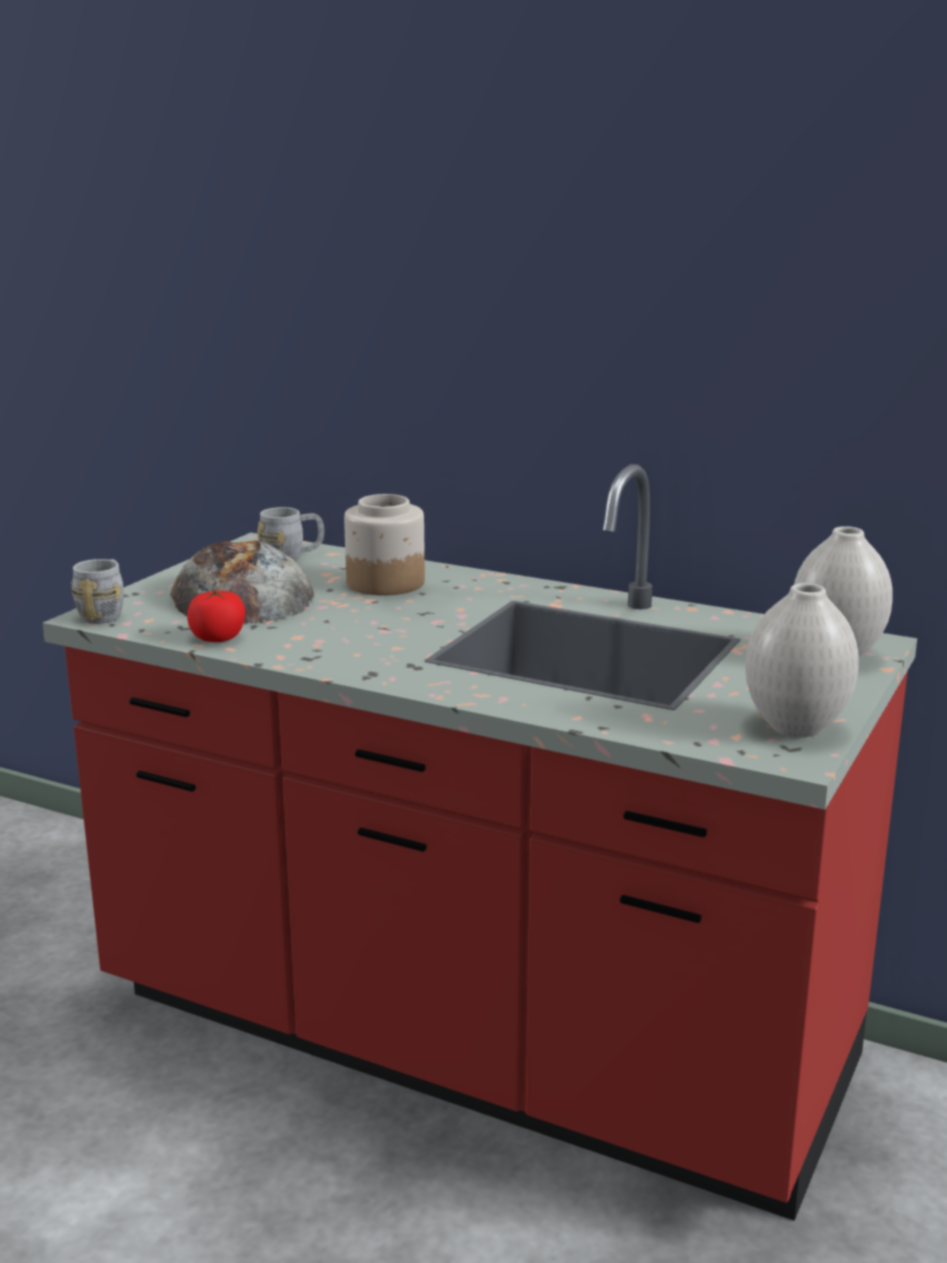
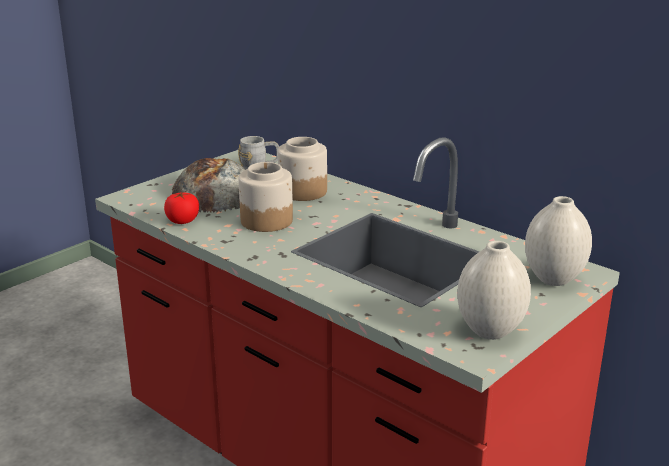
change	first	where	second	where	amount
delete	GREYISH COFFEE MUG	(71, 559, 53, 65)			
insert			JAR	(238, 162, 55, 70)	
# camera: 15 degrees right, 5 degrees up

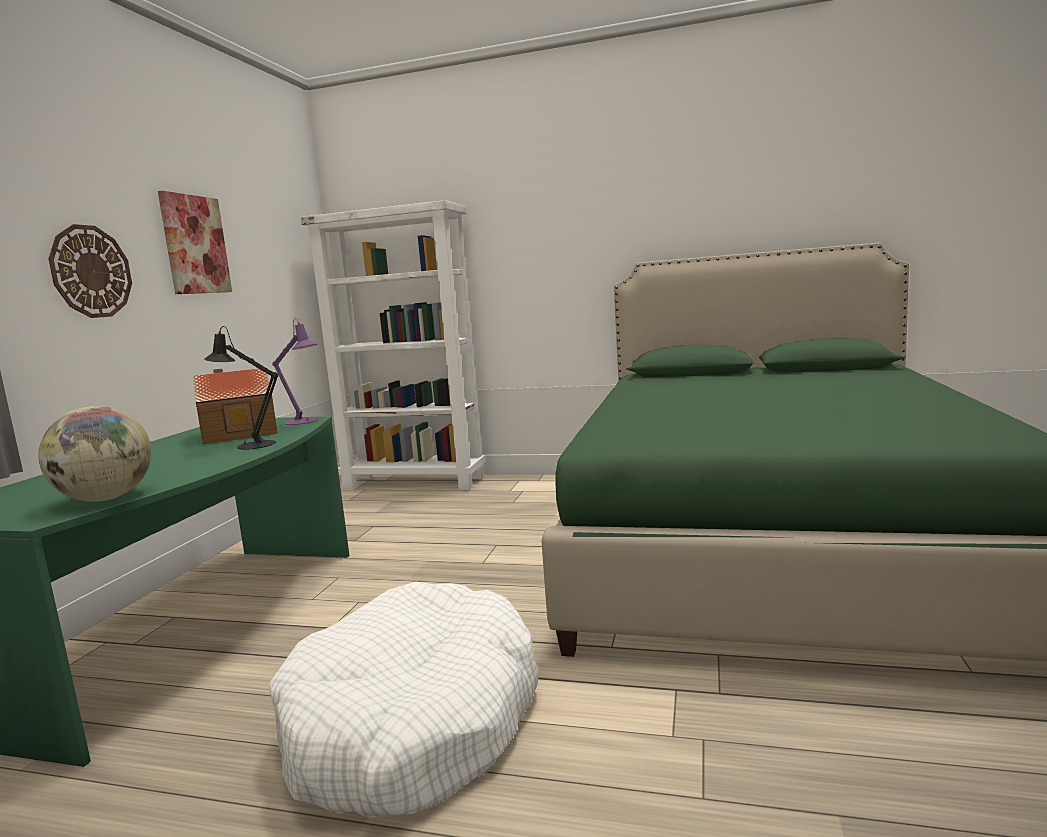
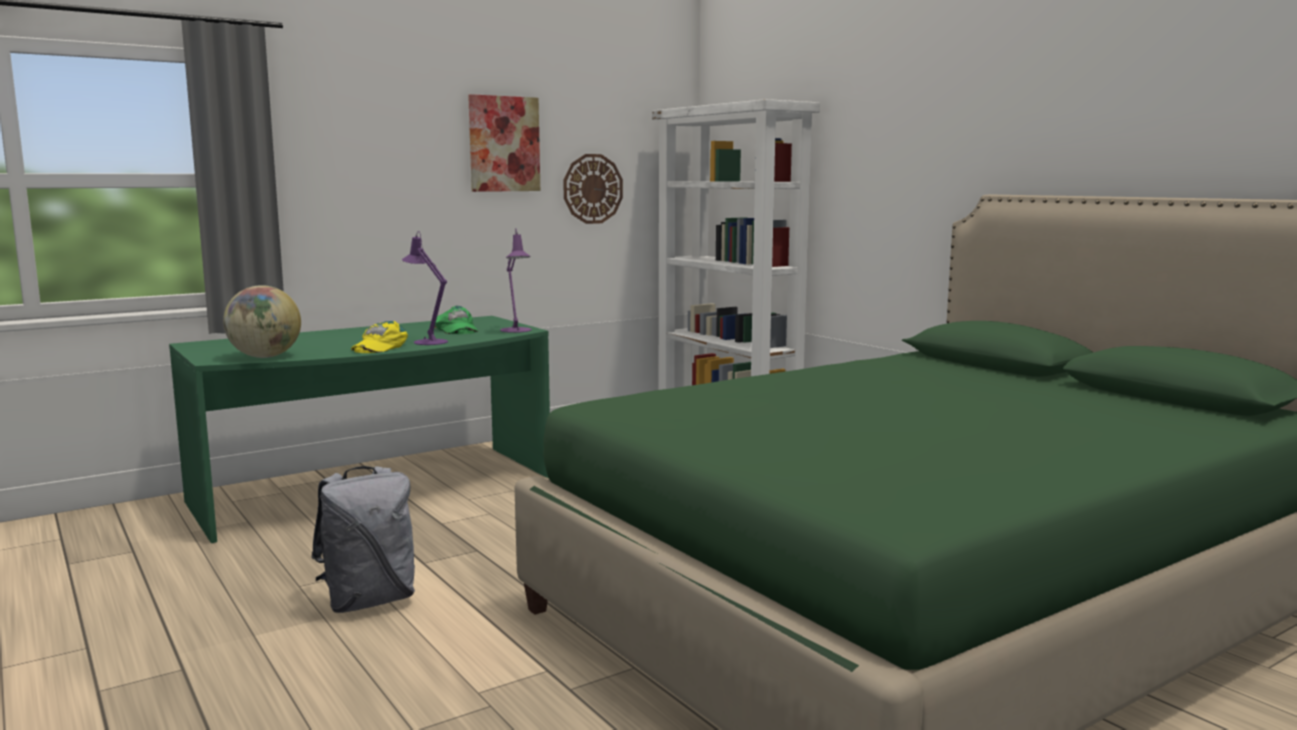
change	first	where	second	where	amount
move	WALL CLOCK	(48, 224, 84, 94)		(563, 154, 60, 70)	
replace	MODEL HOUSE	(193, 368, 85, 77)	GREEN PEAKED CAP	(434, 306, 44, 28)	
recolor	BLACK-COLOURED LAMP FOR A TABLE	(204, 326, 74, 124)	PURPLE LAMP FOR A TABLE	(402, 231, 46, 114)	
replace	WHITE-COLOURED DOG BED	(269, 582, 269, 236)	GREYISH RUCKSACK	(311, 466, 104, 147)	
insert			YELLOWISH PEAKED CAP	(351, 321, 57, 32)	
# camera: 40 degrees right, 0 degrees up

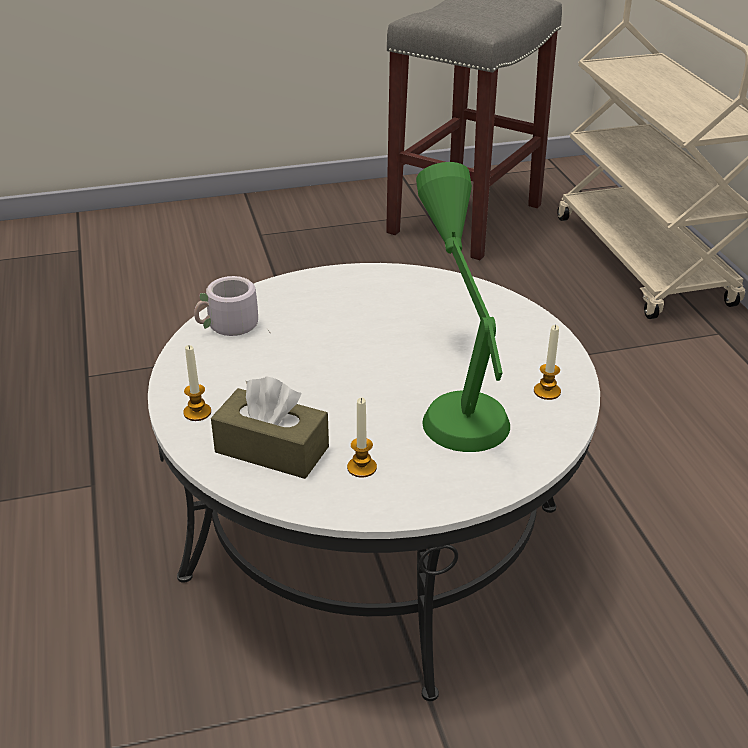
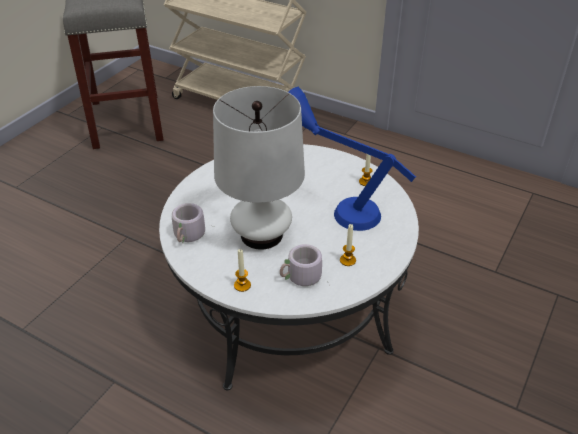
change	first	where	second	where	amount
replace	BROWN-COLOURED BOX OF TISSUES	(211, 377, 118, 102)	GREYISH COFFEE MUG	(280, 244, 48, 42)	
recolor	GREEN LAMP FOR A TABLE	(416, 162, 94, 290)	BLUE LAMP FOR A TABLE	(288, 87, 128, 144)	
insert			WHITE-COLOURED LAMP FOR A TABLE	(213, 86, 92, 164)	
# camera: 45 degrees left, 5 degrees up

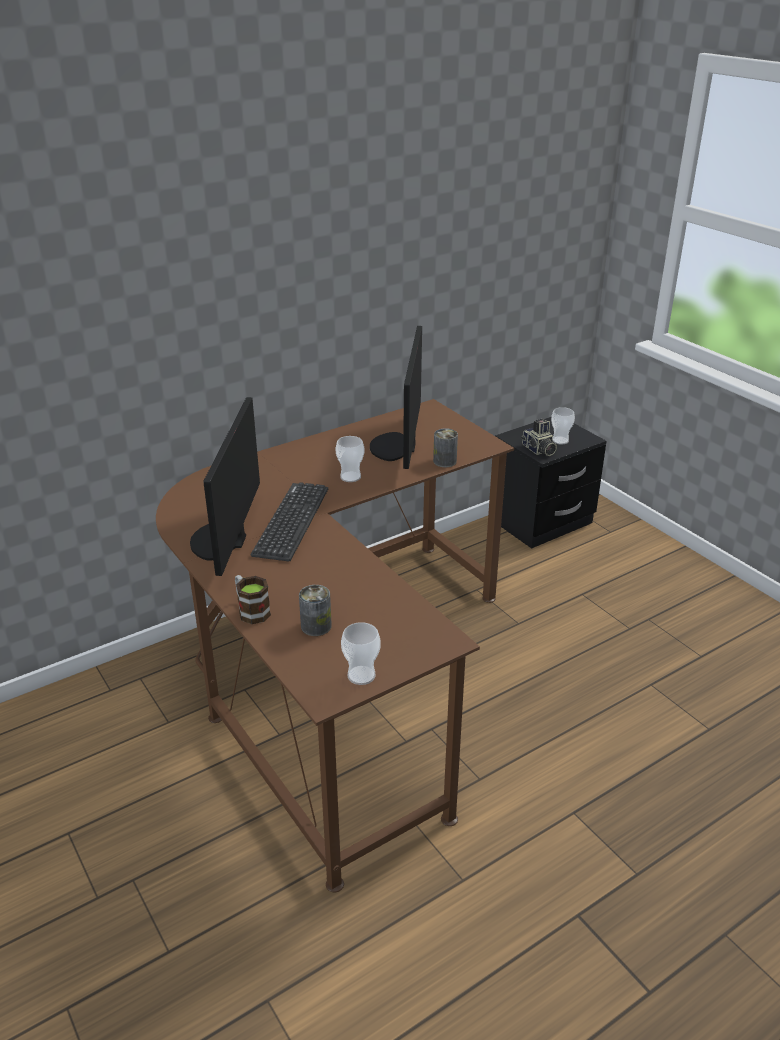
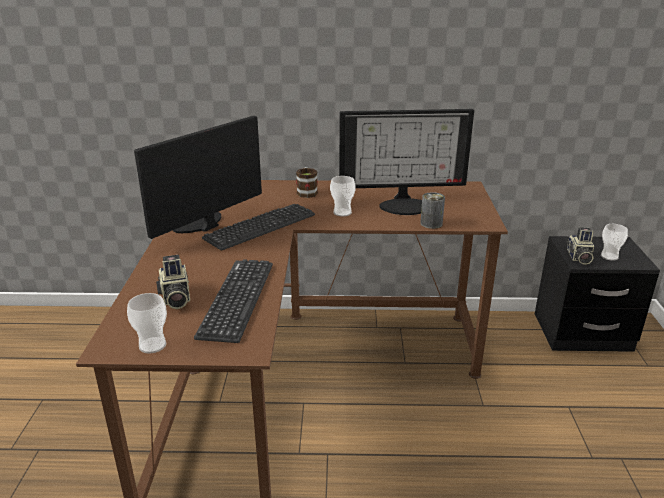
change	first	where	second	where	amount
move	COFFEE MUG	(235, 575, 36, 49)		(296, 167, 22, 31)	
replace	SEALED CAN	(299, 585, 33, 51)	STILL CAMERA	(156, 255, 34, 54)	
rotate	COMPUTER DISPLAY	(370, 326, 52, 143)		(339, 109, 135, 106)	135 degrees counterclockwise
insert			KEYBOARD	(194, 259, 79, 84)	
# camera: 35 degrees right, 5 degrees down

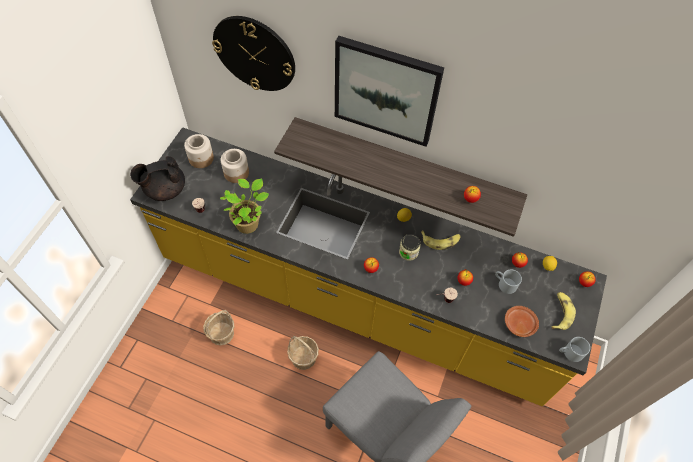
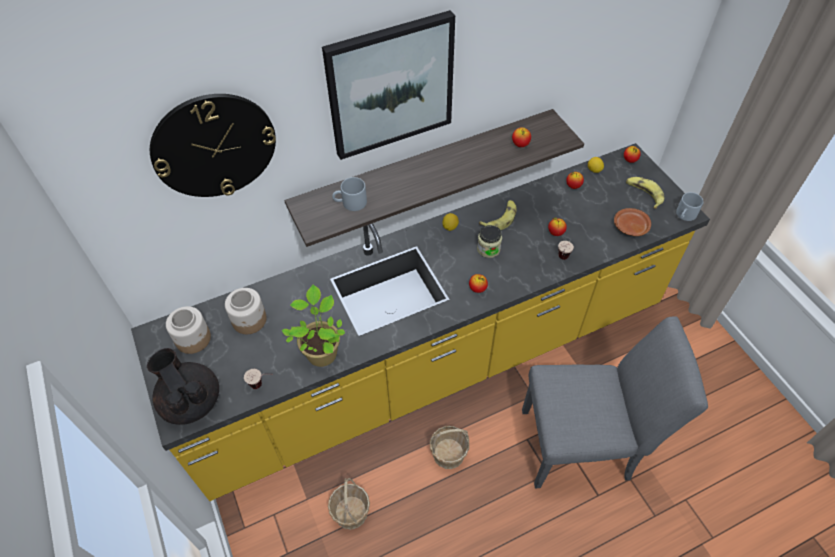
change	first	where	second	where	amount
rotate	BLACK-COLOURED TEAPOT	(130, 156, 55, 45)		(147, 348, 72, 77)	120 degrees clockwise
move	GREYISH COFFEE MUG	(495, 269, 27, 25)		(332, 177, 35, 34)	
# camera: 45 degrees left, 5 degrees down

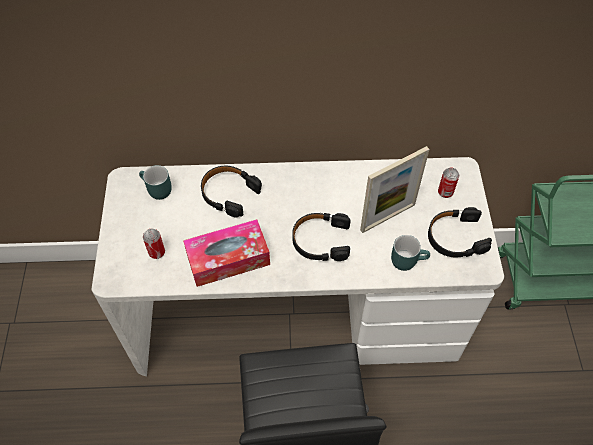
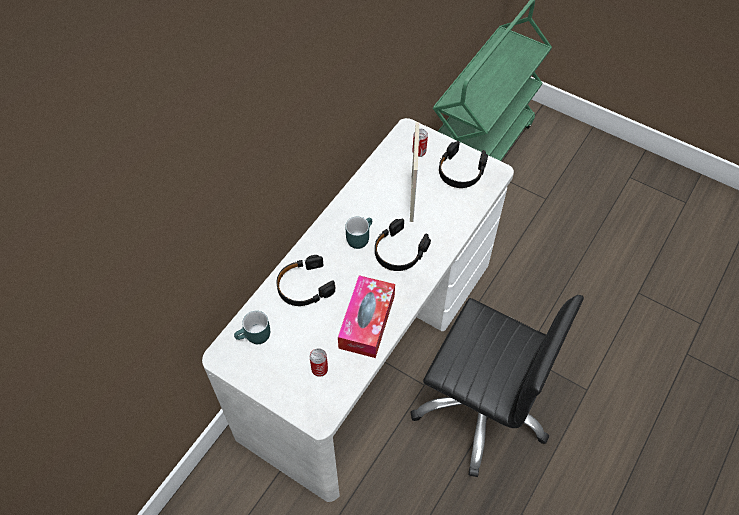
change	first	where	second	where	amount
move	TURQUOISE COFFEE MUG	(391, 235, 39, 36)		(345, 216, 27, 33)	
# camera: 55 degrees left, 0 degrees up

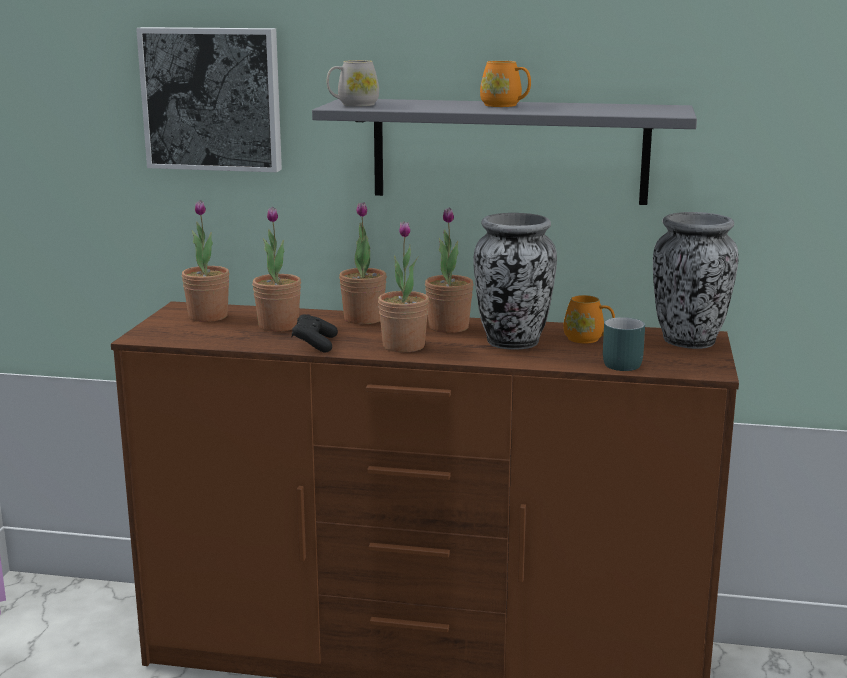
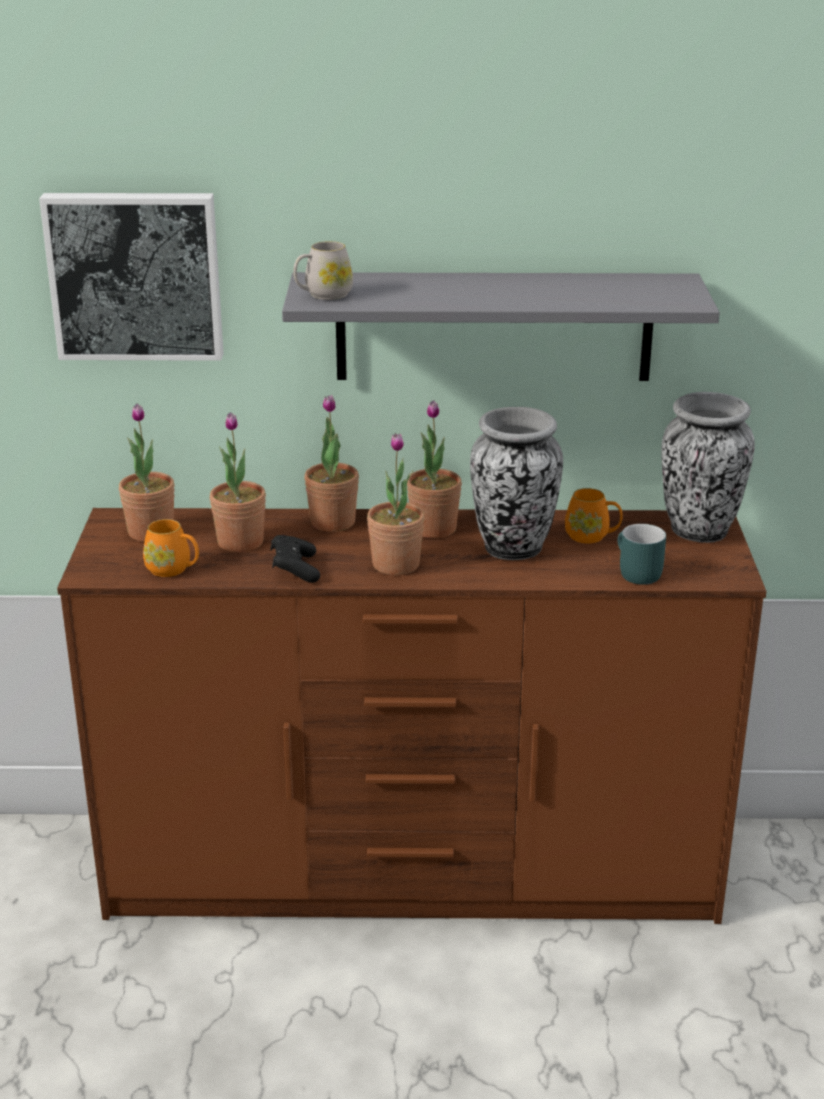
change	first	where	second	where	amount
move	ORANGEY COFFEE MUG	(480, 60, 51, 47)		(143, 519, 56, 58)	
# camera: 10 degrees left, 10 degrees up

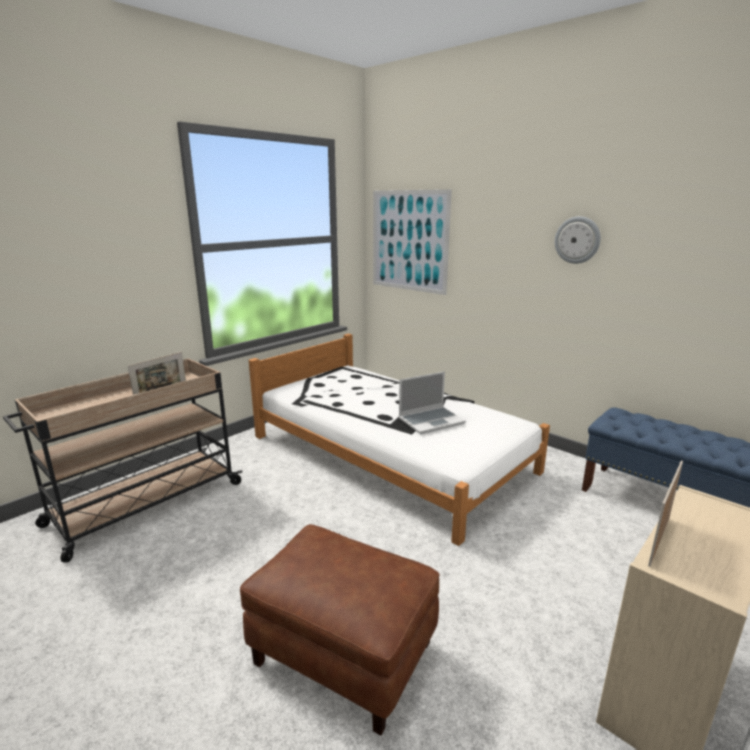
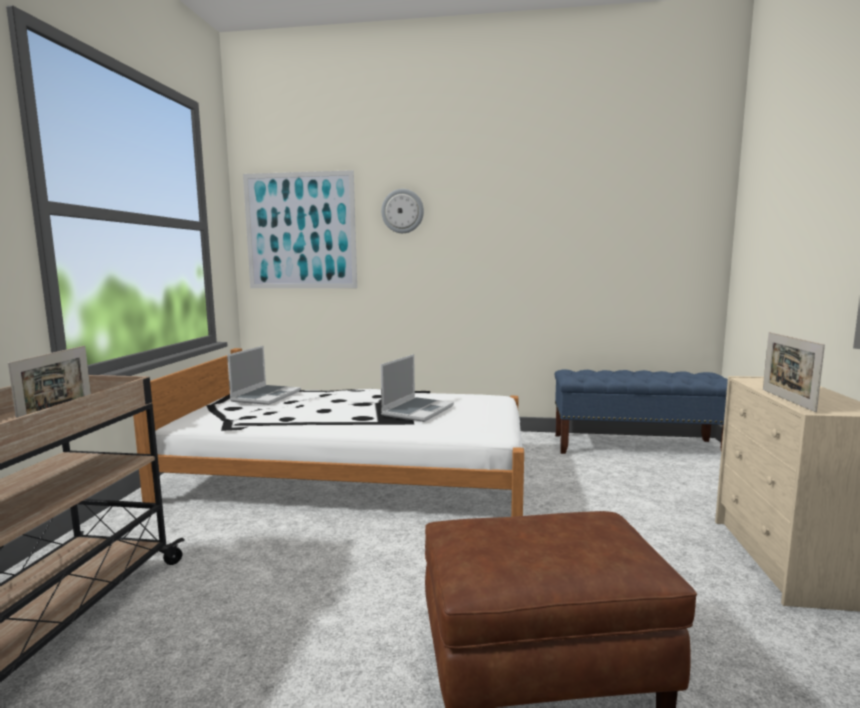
change	first	where	second	where	amount
move	WALL CLOCK	(555, 216, 46, 48)		(381, 189, 43, 44)	
insert			PORTABLE COMPUTER	(227, 346, 74, 59)	
# camera: 35 degrees left, 10 degrees down

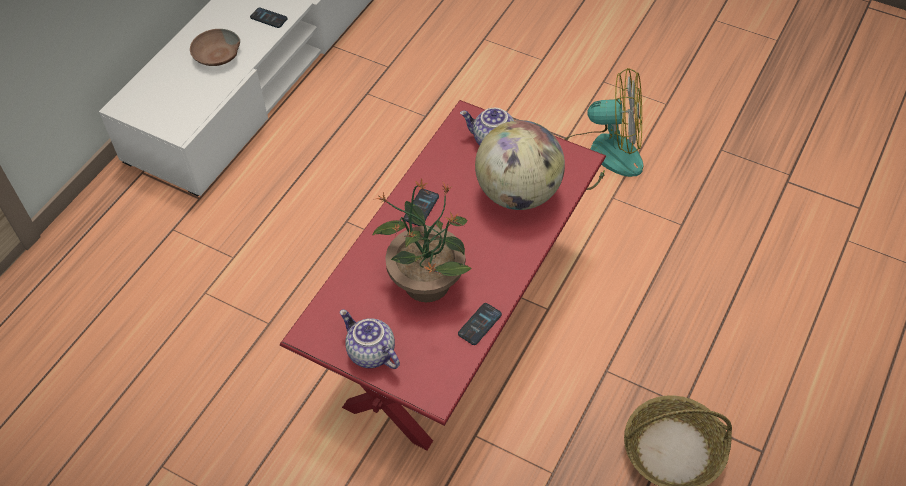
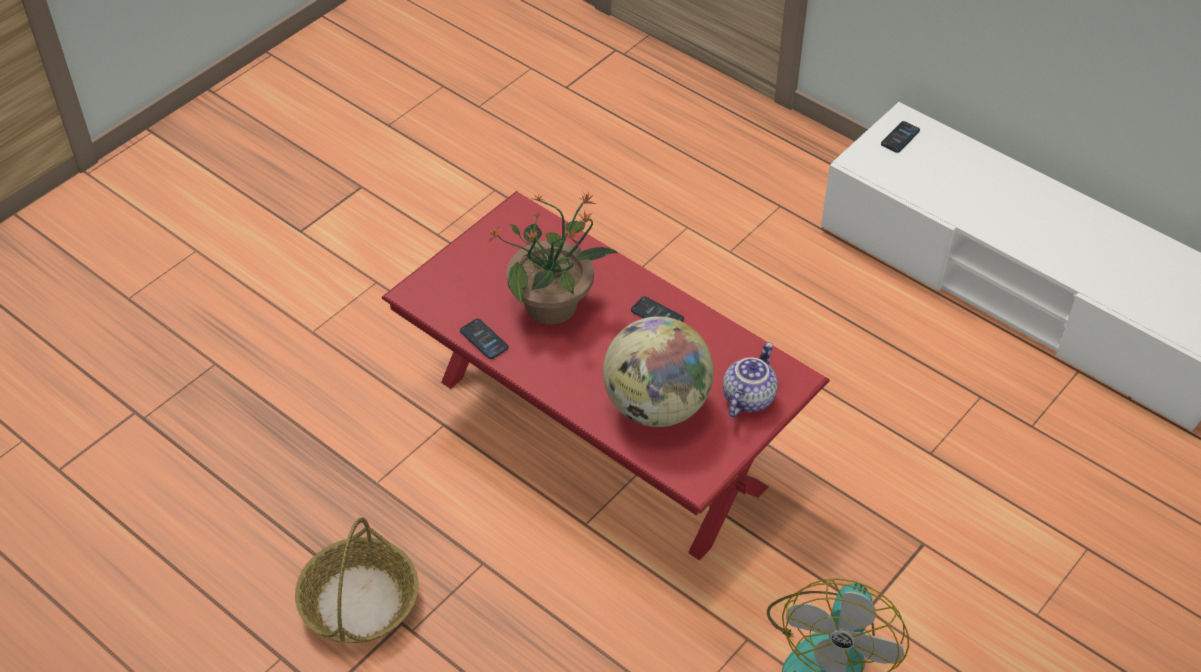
change	first	where	second	where	amount
delete	BROWN-COLOURED BOWL	(190, 29, 50, 37)			
move	HANDSET	(250, 7, 38, 21)		(881, 121, 39, 32)	
delete	TEAPOT	(340, 309, 60, 60)			
# camera: 100 degrees right, 5 degrees down

